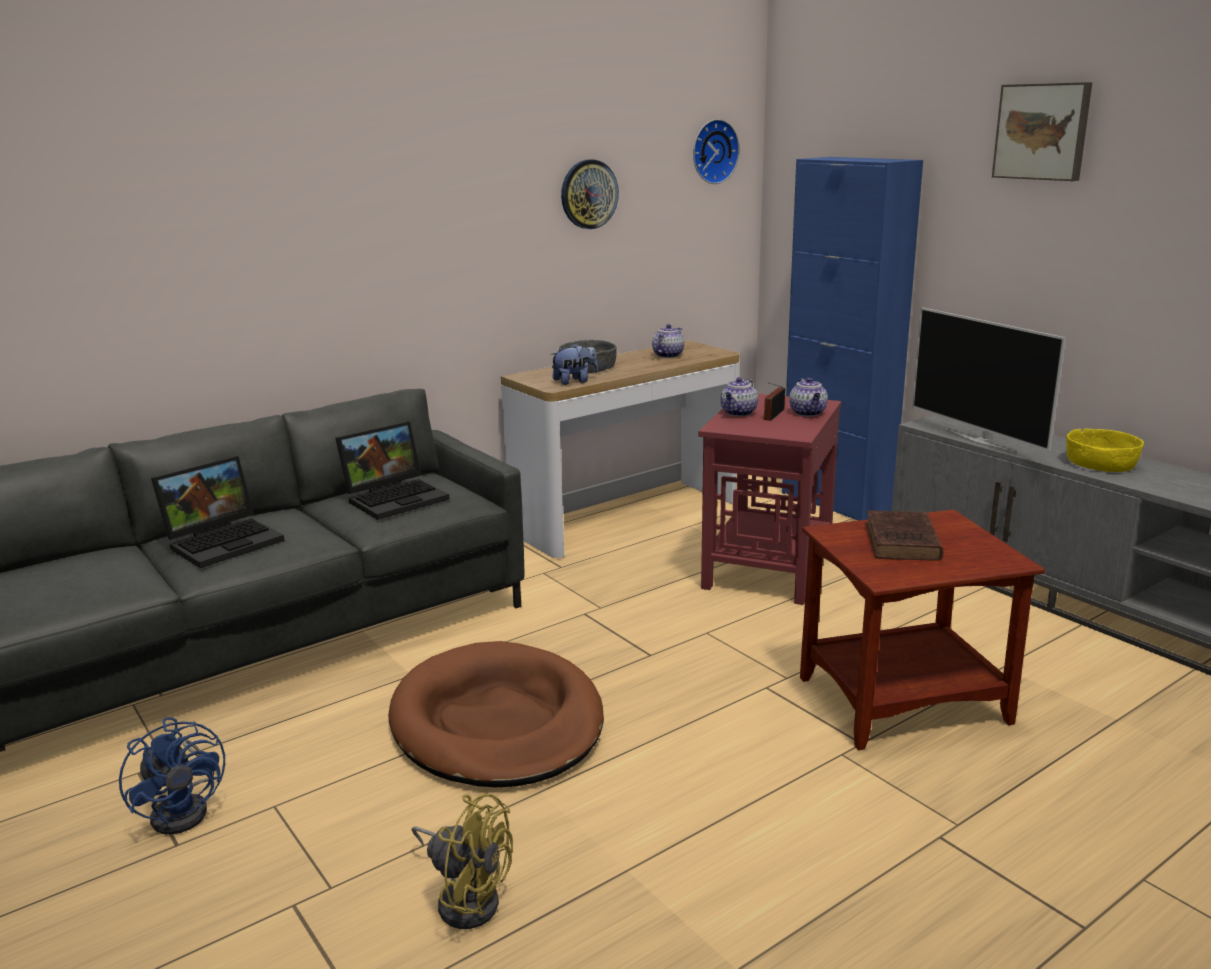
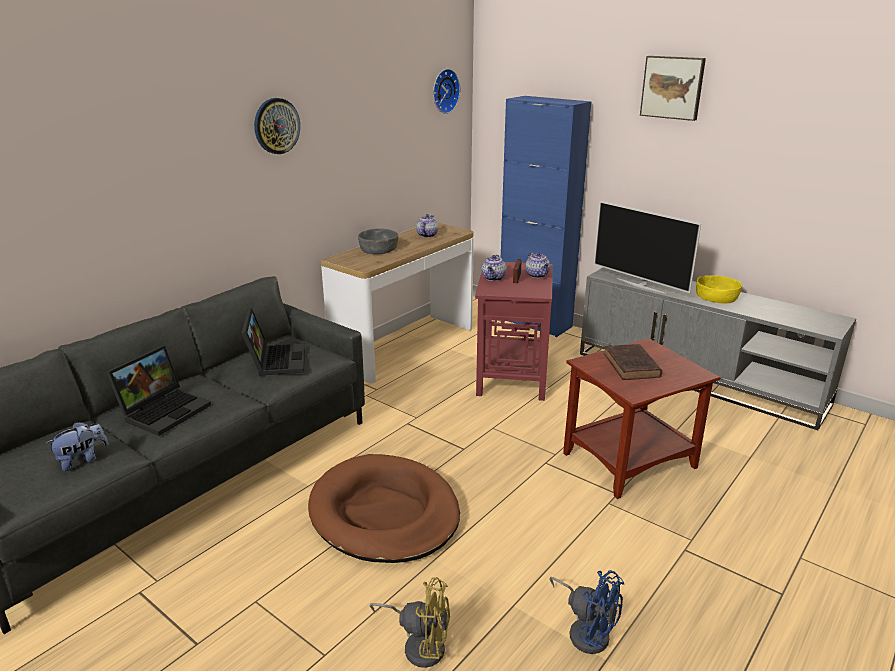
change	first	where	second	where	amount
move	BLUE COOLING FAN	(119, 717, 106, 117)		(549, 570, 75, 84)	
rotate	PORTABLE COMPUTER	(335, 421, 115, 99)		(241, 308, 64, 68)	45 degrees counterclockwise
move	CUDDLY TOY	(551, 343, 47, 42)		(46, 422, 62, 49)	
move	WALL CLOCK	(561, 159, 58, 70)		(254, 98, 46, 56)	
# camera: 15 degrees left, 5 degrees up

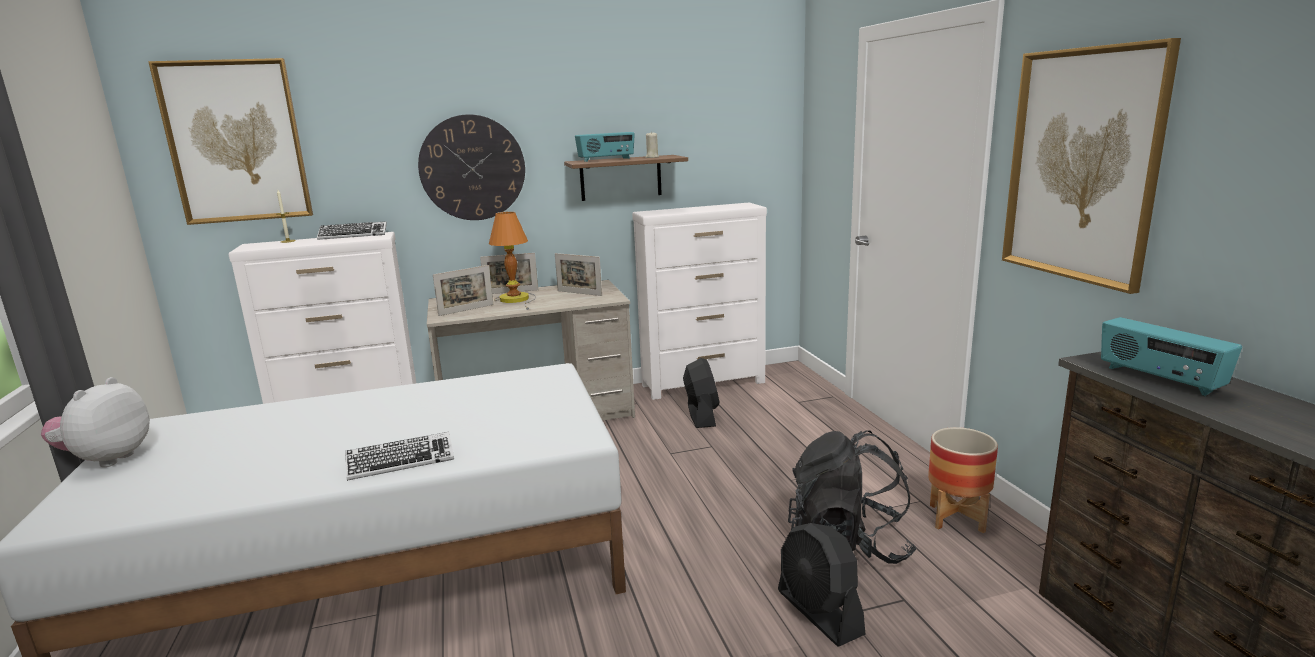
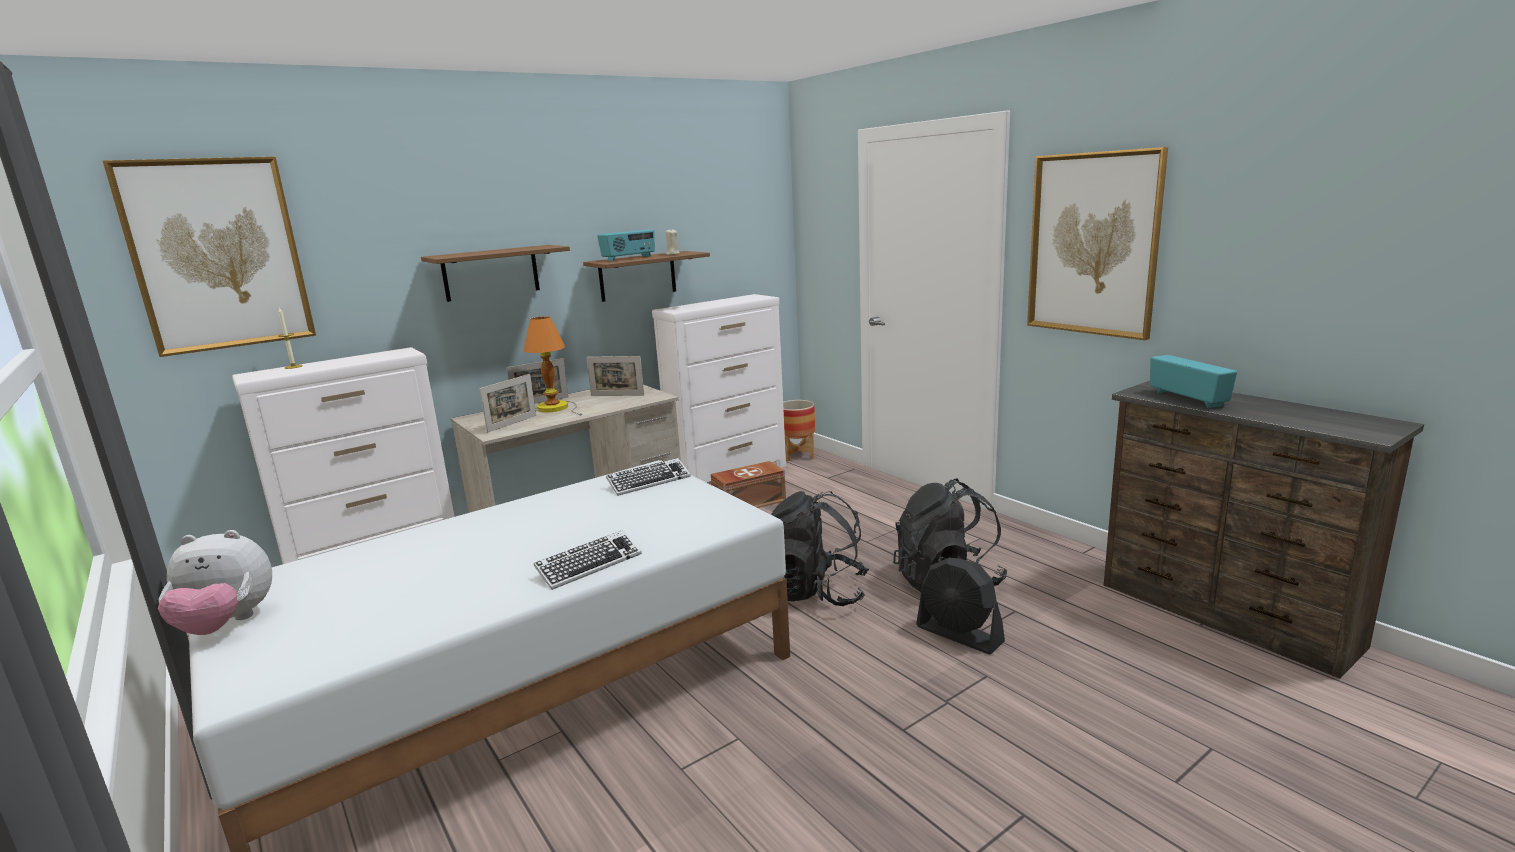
change	first	where	second	where	amount
rotate	CUDDLY TOY	(41, 377, 109, 90)		(158, 530, 114, 105)	90 degrees counterclockwise
move	KEYBOARD	(317, 222, 70, 18)		(606, 458, 85, 38)	
replace	WALL CLOCK	(418, 114, 107, 106)	BROWN-COLOURED SHELF	(421, 245, 149, 57)	
replace	BLACK-COLOURED COOLING FAN	(683, 358, 36, 70)	BROWN-COLOURED STORAGE CONTAINER	(711, 461, 75, 47)	
move	PLANTER	(928, 427, 70, 106)		(783, 400, 32, 62)	
rotate	RADIO RECEIVER	(1101, 317, 141, 79)		(1150, 355, 87, 53)	150 degrees counterclockwise
insert			BLACK-COLOURED RUCKSACK	(771, 491, 98, 115)	
# camera: 20 degrees left, 0 degrees up

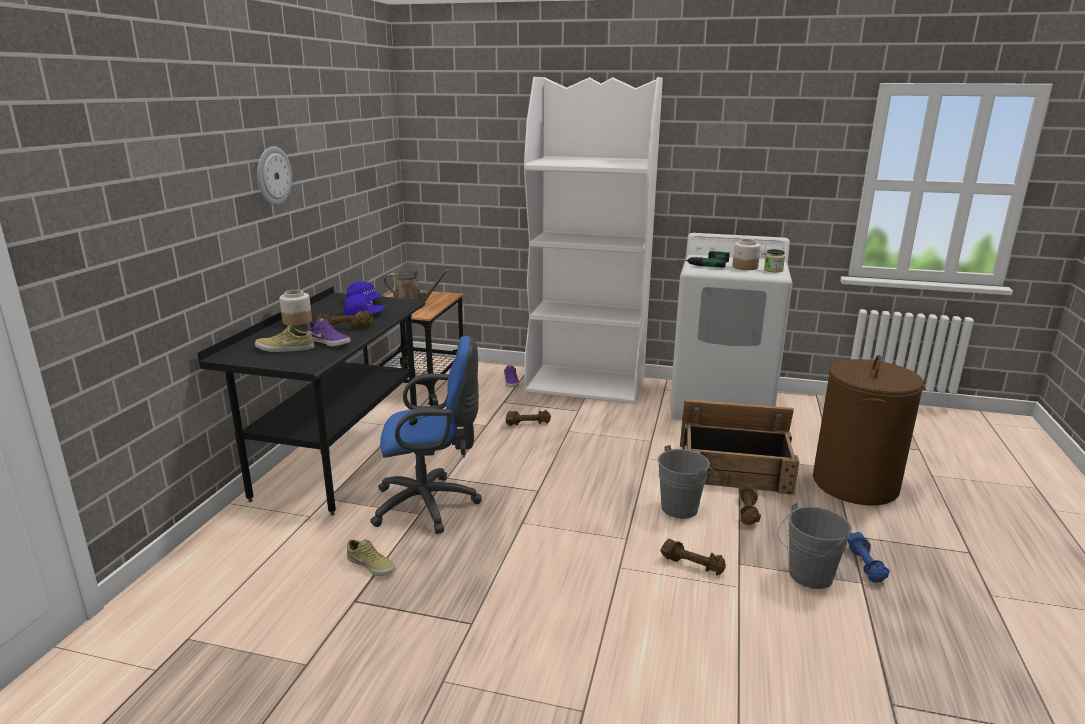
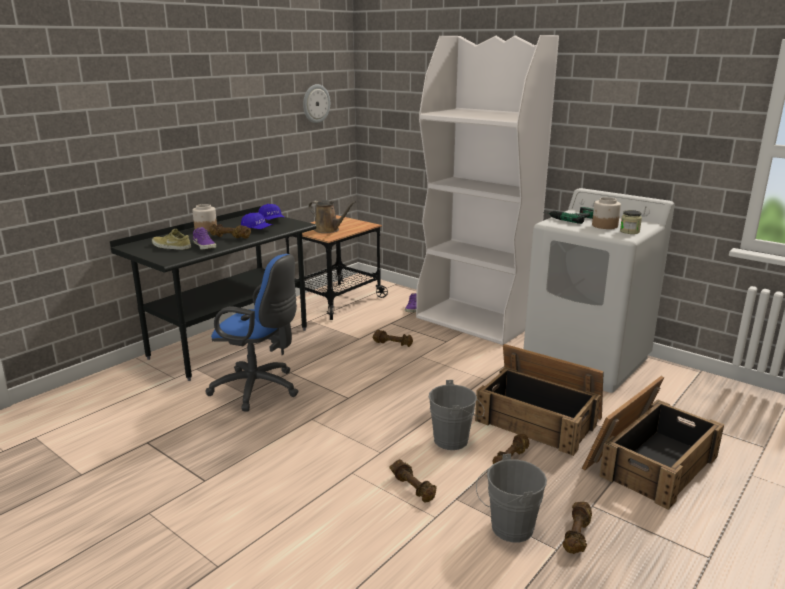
change	first	where	second	where	amount
move	WALL CLOCK	(257, 146, 35, 59)		(303, 84, 27, 39)	
delete	BEIGE-COLOURED SHOE	(347, 539, 48, 37)			
replace	BROWN-COLOURED WASHING BASKET	(813, 355, 111, 150)	CRATE	(582, 376, 142, 134)	
recolor	BLUE FREE WEIGHT	(847, 532, 43, 51)	BROWN-COLOURED FREE WEIGHT	(563, 502, 29, 52)	
# camera: 25 degrees right, 0 degrees up

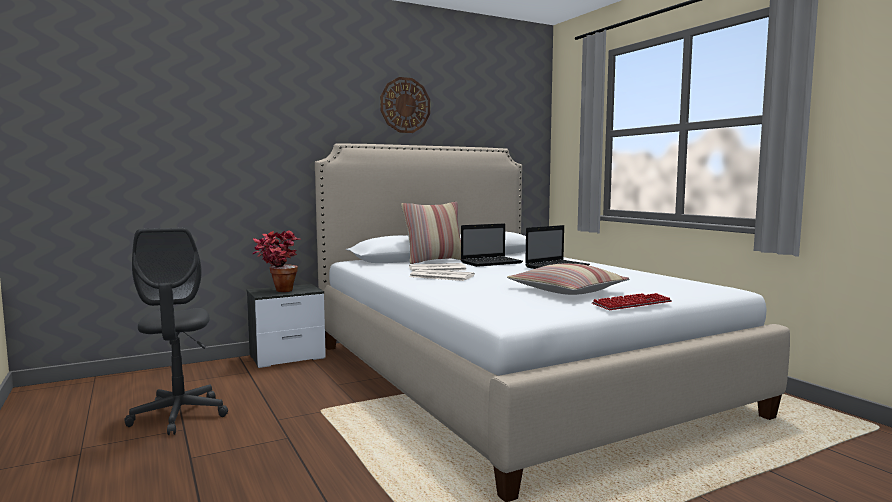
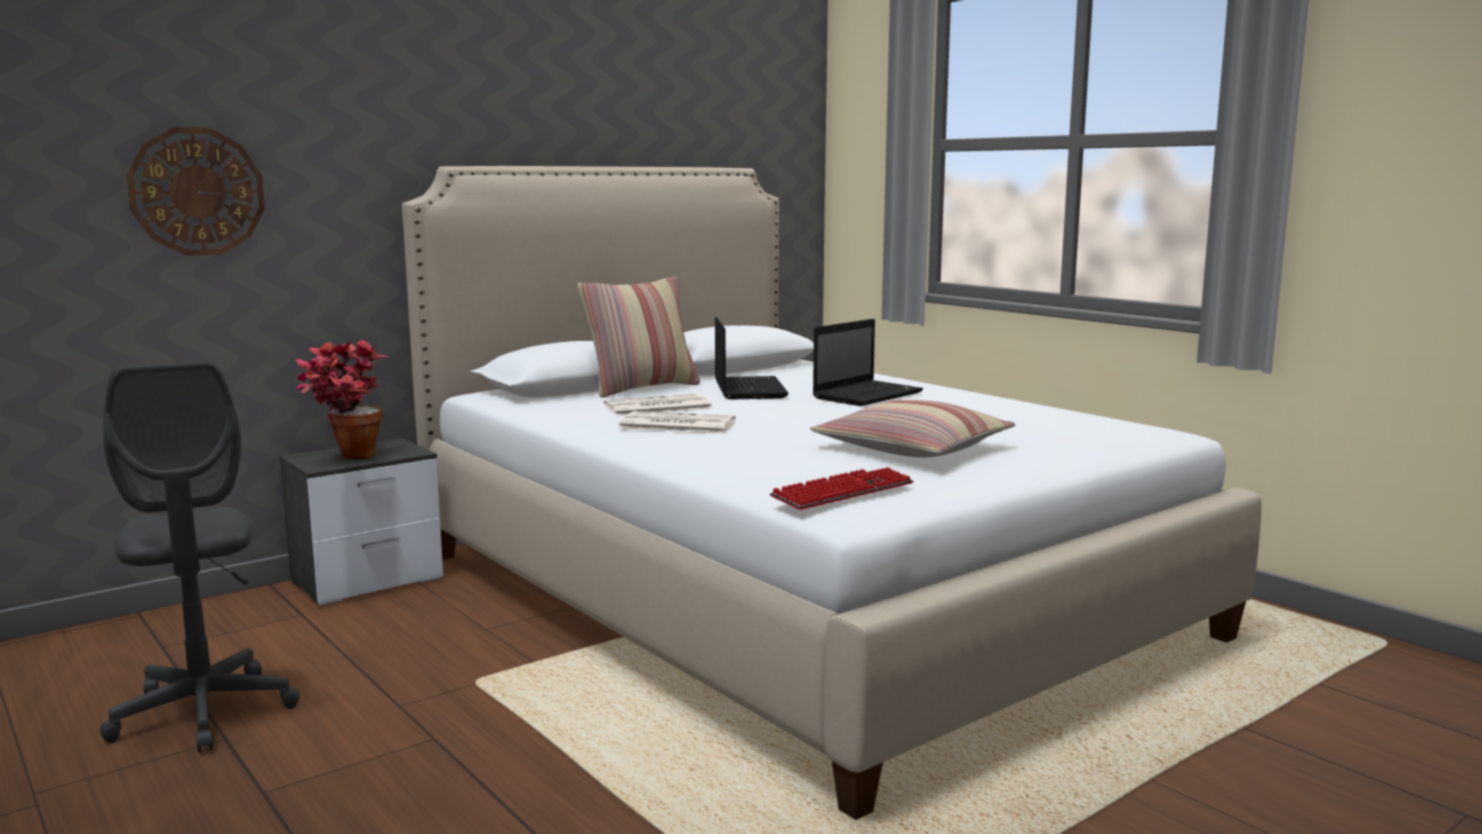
change	first	where	second	where	amount
move	WALL CLOCK	(380, 77, 50, 56)		(126, 127, 139, 129)	
rotate	PORTABLE COMPUTER	(461, 224, 62, 43)		(715, 317, 73, 83)	60 degrees counterclockwise
move	KEYBOARD	(592, 293, 80, 17)		(770, 467, 143, 43)	
# camera: 10 degrees left, 5 degrees up

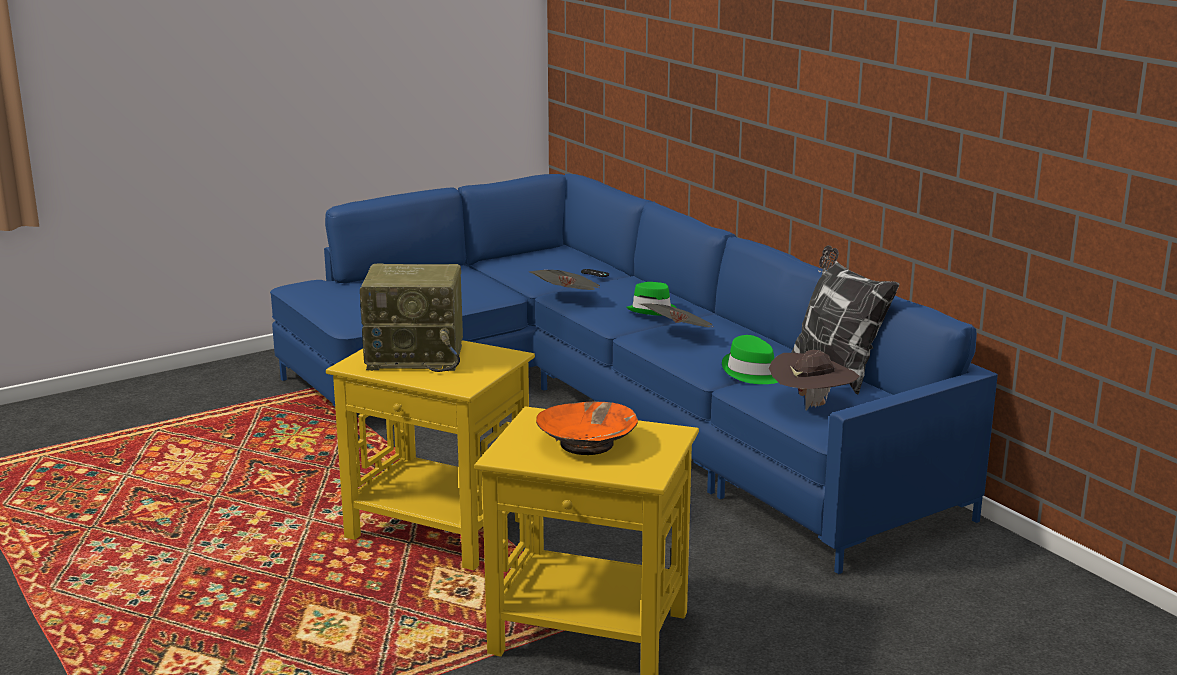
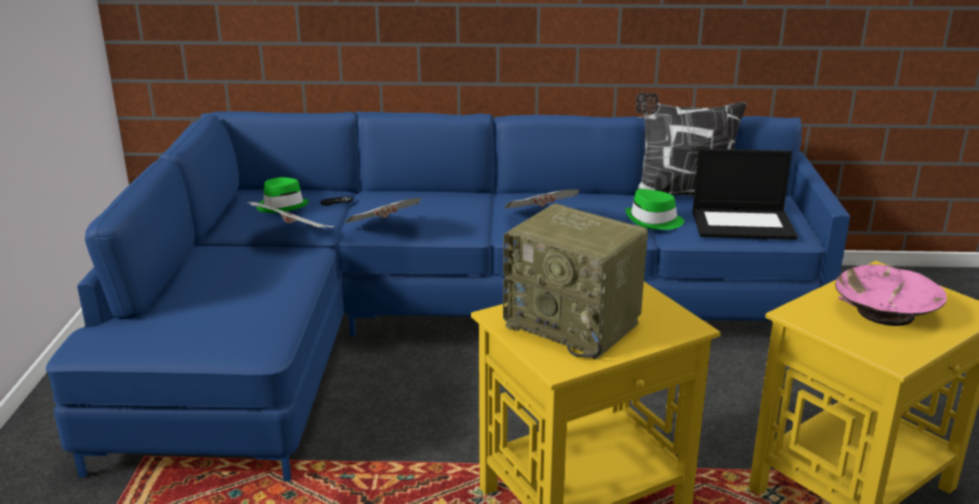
change	first	where	second	where	amount
rotate	RADIO RECEIVER	(360, 264, 103, 108)		(503, 203, 145, 157)	90 degrees clockwise
recolor	ORANGEY BOWL	(536, 402, 102, 53)	PINK BOWL	(835, 265, 112, 61)	
move	GREEN CLOTHING HAT	(627, 282, 49, 34)		(257, 177, 52, 36)	
replace	BROWN-COLOURED CLOTHING HAT	(769, 350, 90, 61)	PORTABLE COMPUTER	(692, 149, 106, 91)	
insert			PRINTED PAPER	(248, 202, 86, 26)	
# camera: 55 degrees left, 5 degrees up

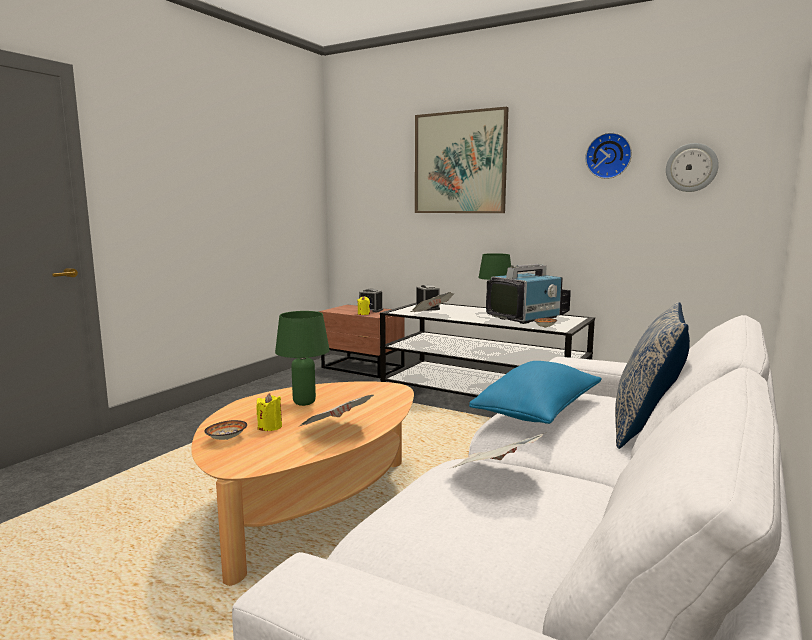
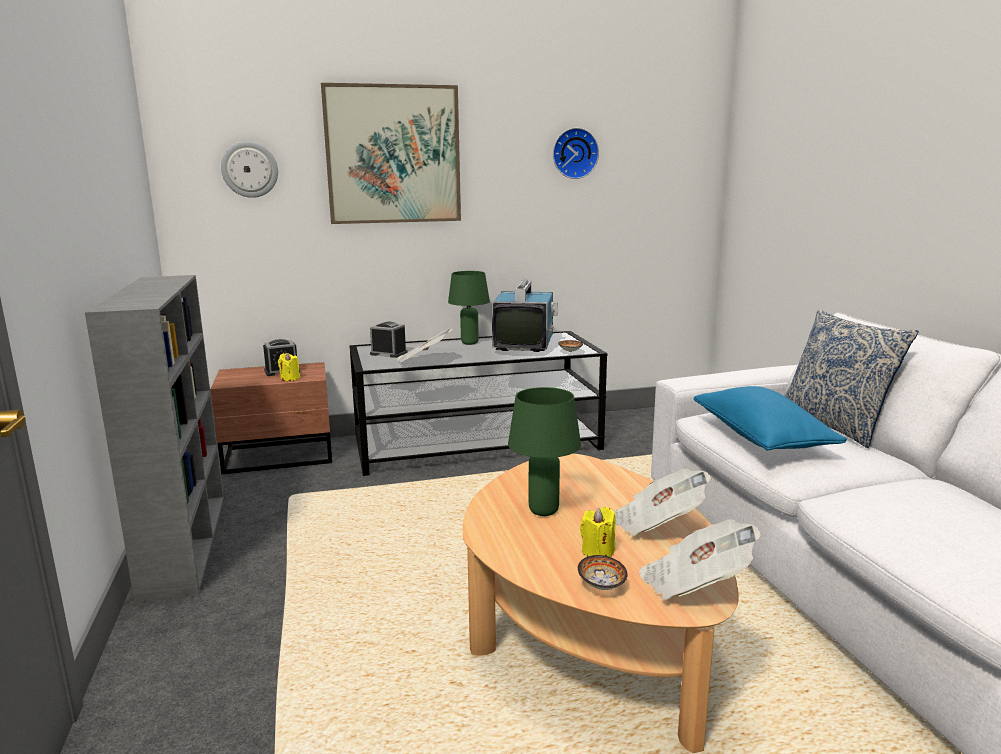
change	first	where	second	where	amount
move	PRINTED PAPER	(449, 432, 98, 37)		(639, 519, 122, 81)	
move	WALL CLOCK	(666, 143, 53, 49)		(221, 141, 57, 57)	
insert			GREYISH BOOKSHELF	(85, 275, 139, 327)	
# camera: 45 degrees left, 5 degrees up

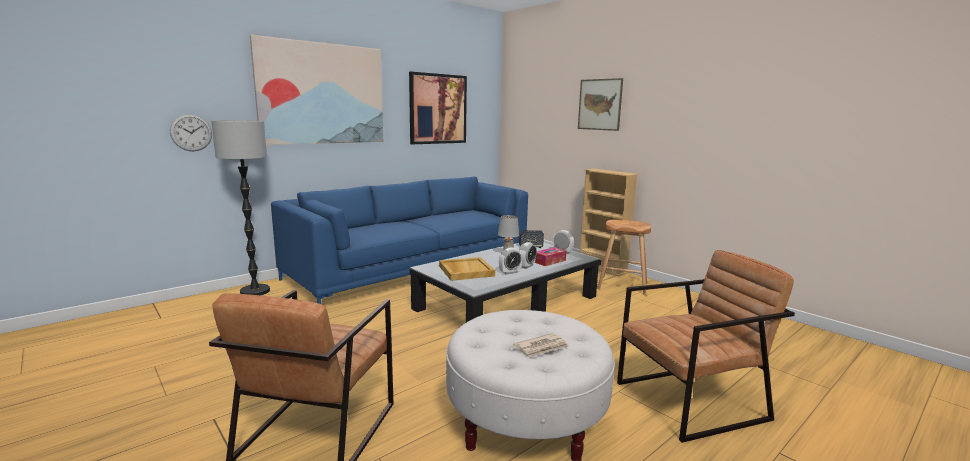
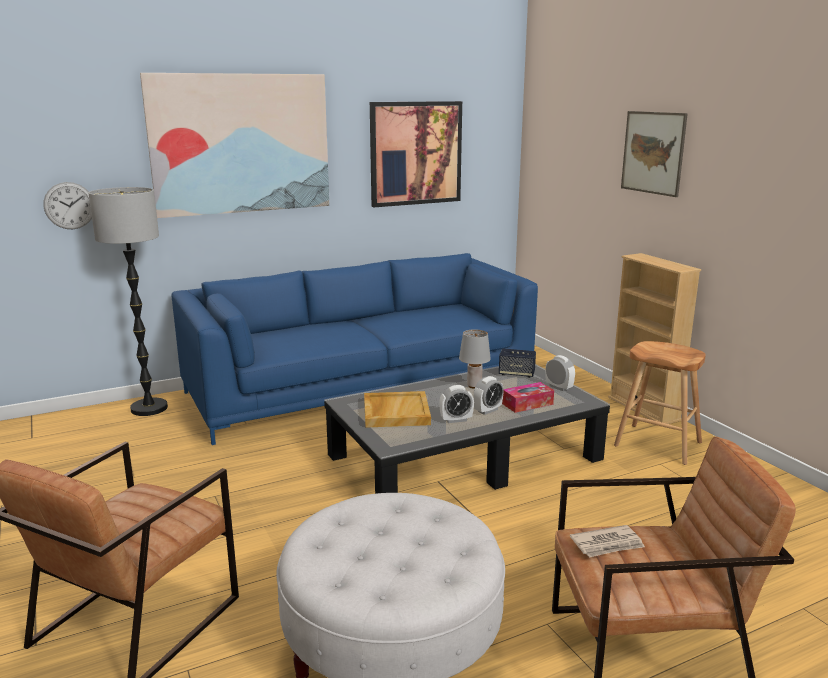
change	first	where	second	where	amount
move	PRINTED PAPER	(513, 333, 56, 24)		(570, 525, 75, 32)	
# camera: 15 degrees right, 5 degrees up

